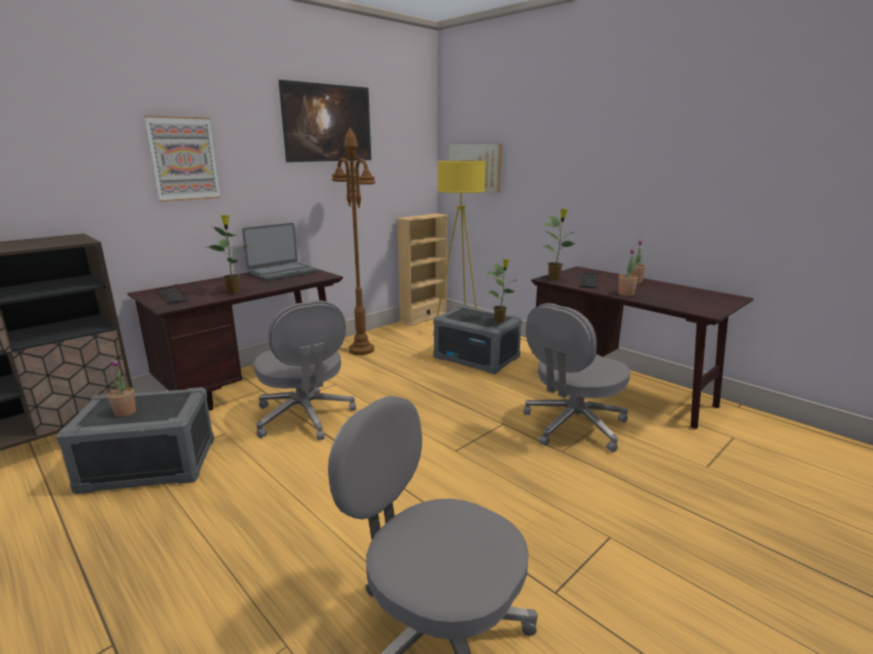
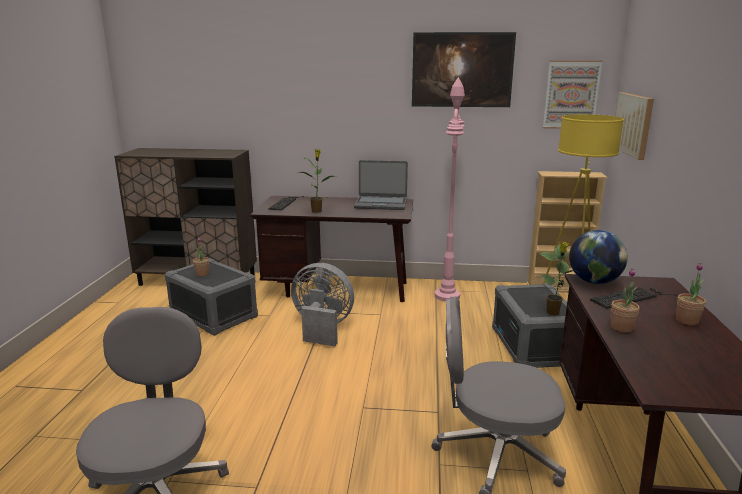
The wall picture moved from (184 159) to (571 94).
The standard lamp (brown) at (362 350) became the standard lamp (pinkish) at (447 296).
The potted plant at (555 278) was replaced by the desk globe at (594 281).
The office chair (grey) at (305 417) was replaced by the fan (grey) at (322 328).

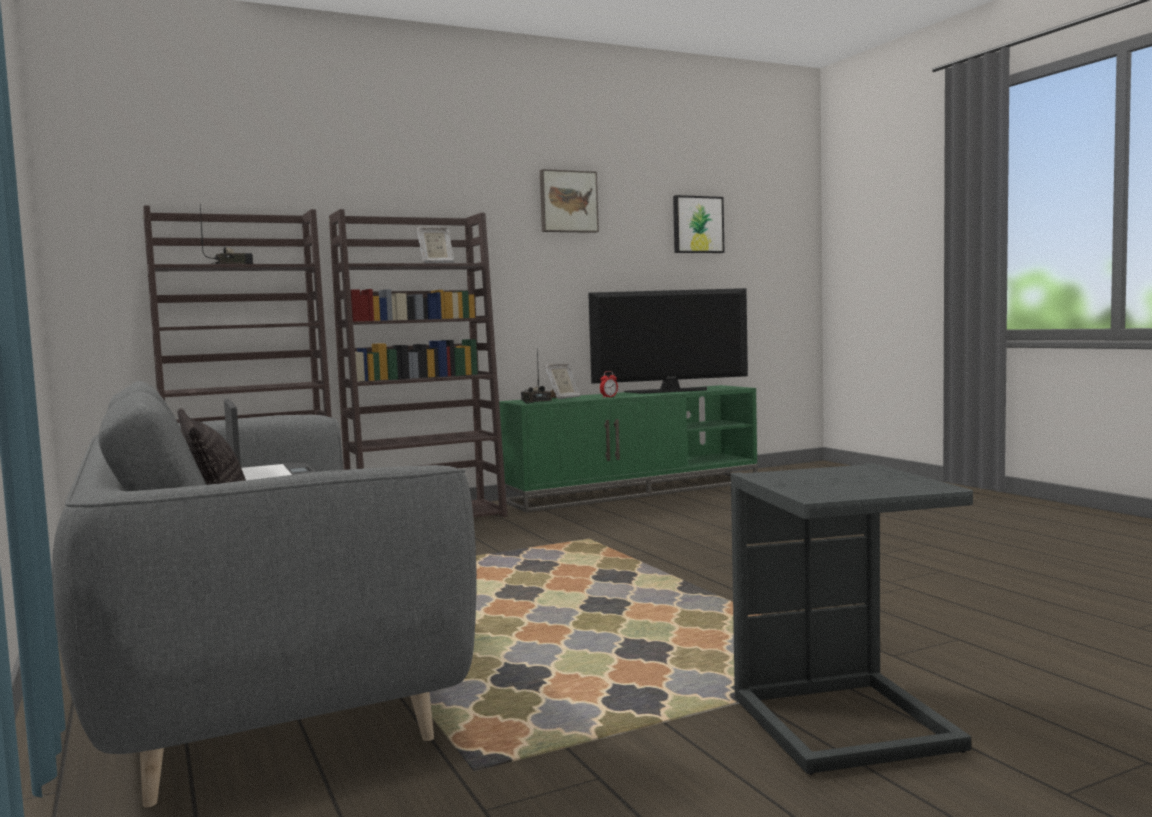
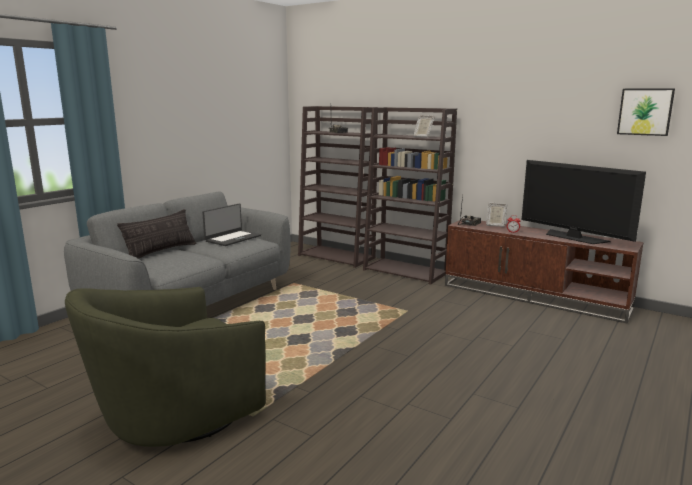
The wall picture at (567 202) disappeared.
The media console (green) at (634 491) became the media console (brown) at (535 296).
The accent table (grey) at (843 727) was replaced by the lounge chair (green) at (176 417).

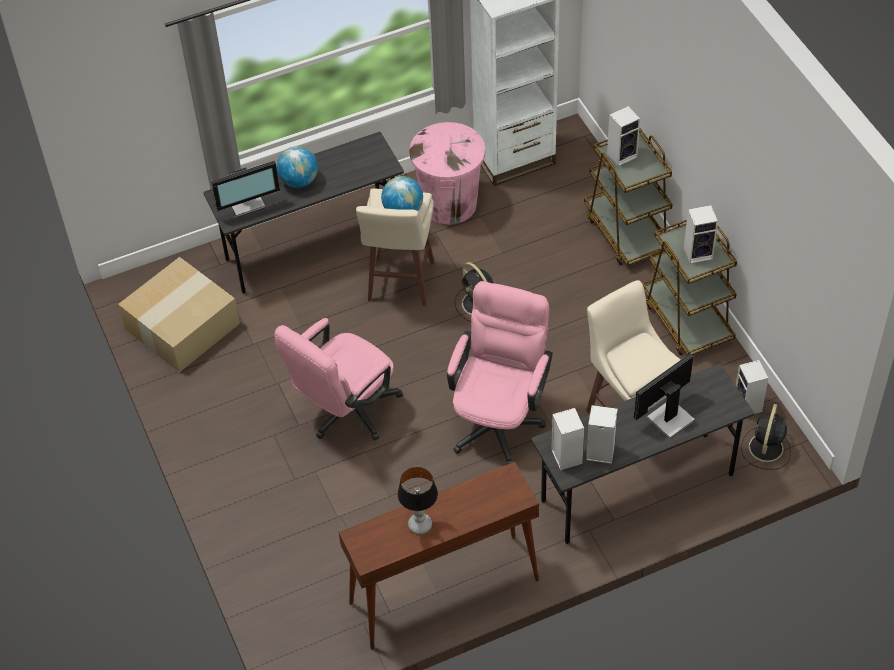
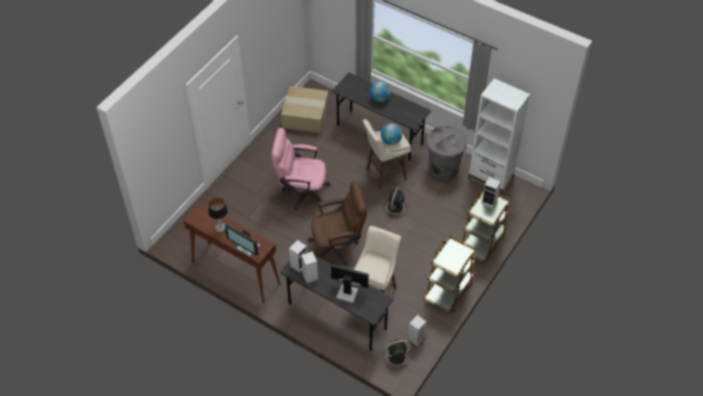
The rubbish bin (pinkish) at (449 204) became the rubbish bin (grey) at (444 168).
The monitor moved from (247 202) to (247 247).
The loudspeaker at (699 252) disappeared.
The office chair (pinkish) at (499 418) became the office chair (brown) at (338 247).

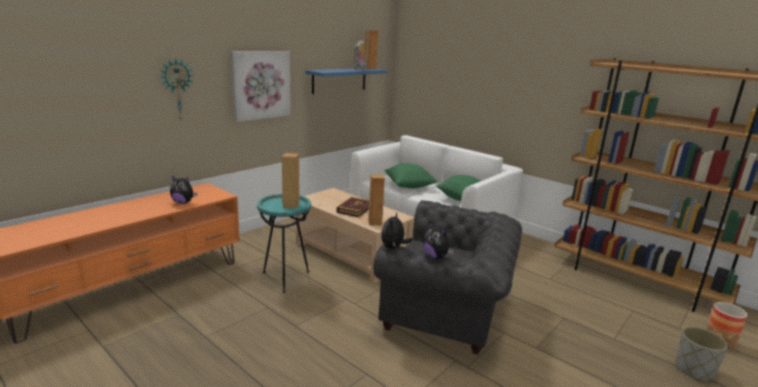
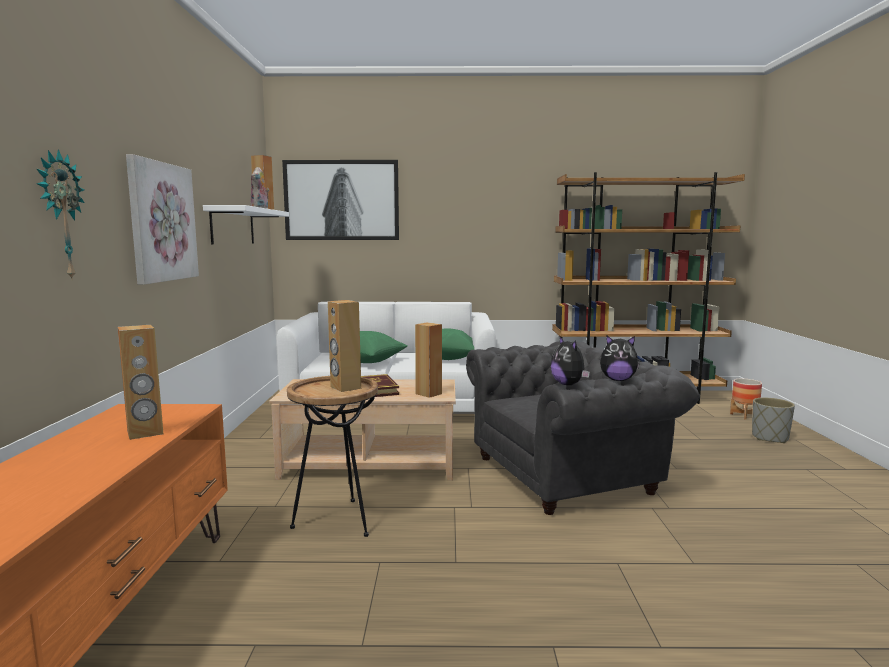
The bracket shelf (bluish) at (339 80) became the bracket shelf (whitish) at (233 226).
The cuddly toy at (183 202) was replaced by the loudspeaker (brown) at (145 433).
The accent table (blue-green) at (285 278) became the accent table (brown) at (337 520).
The wall picture at (341 200) appeared.

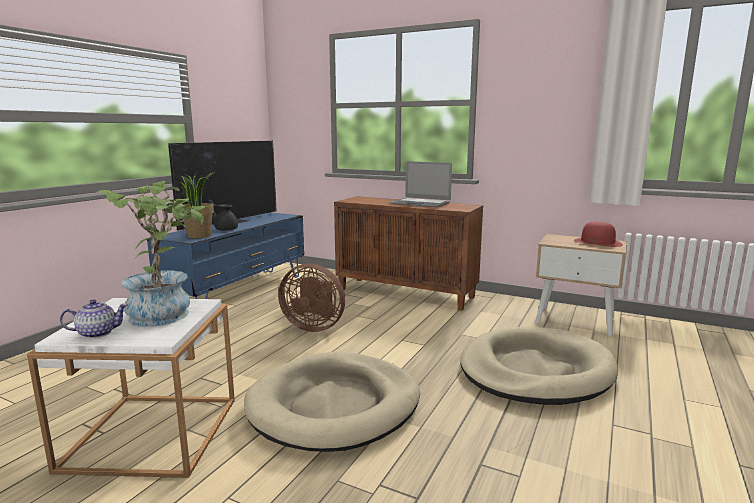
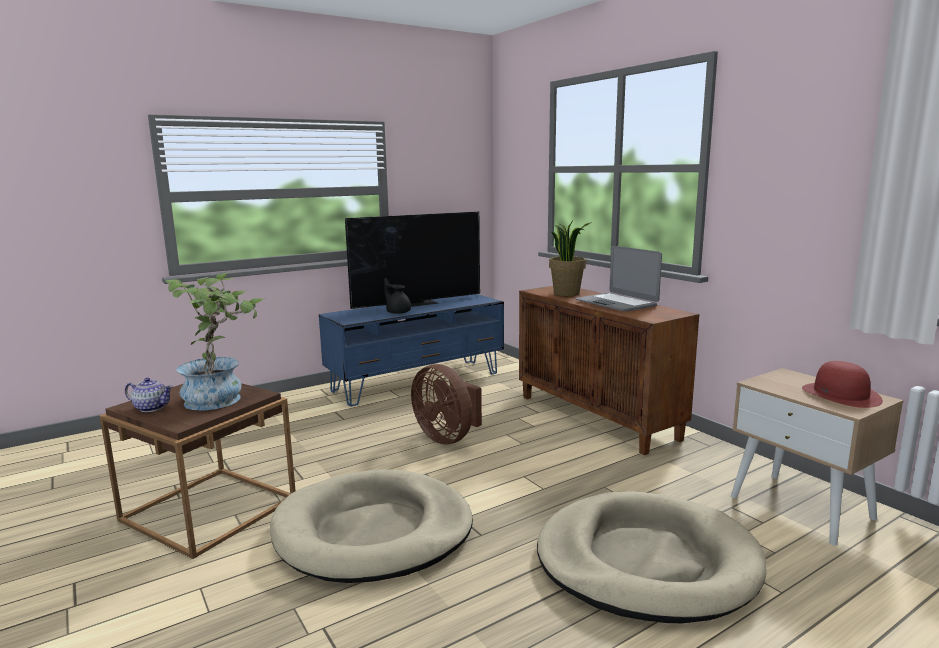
The potted plant moved from (199 236) to (567 293).
The accent table (whitish) at (153 433) became the accent table (brown) at (209 509).

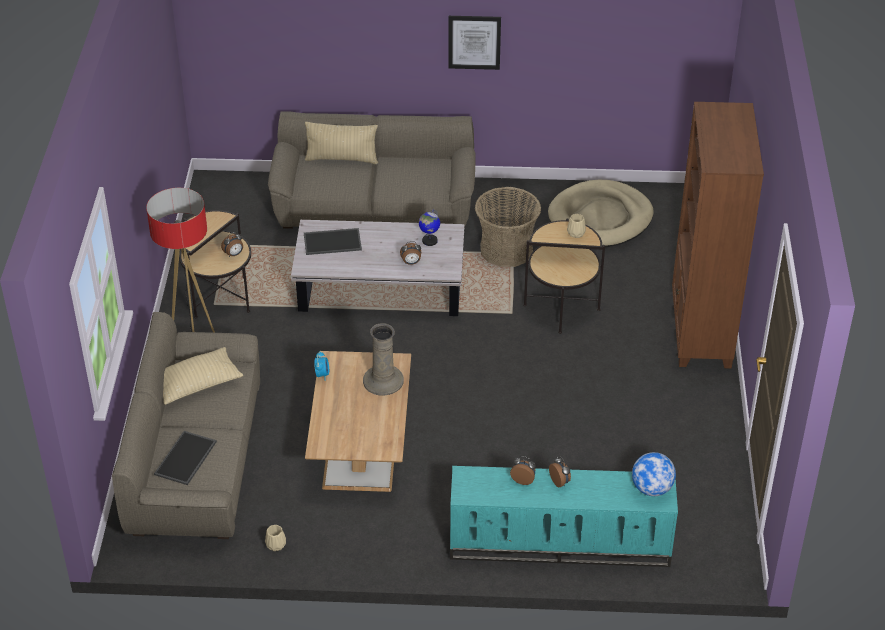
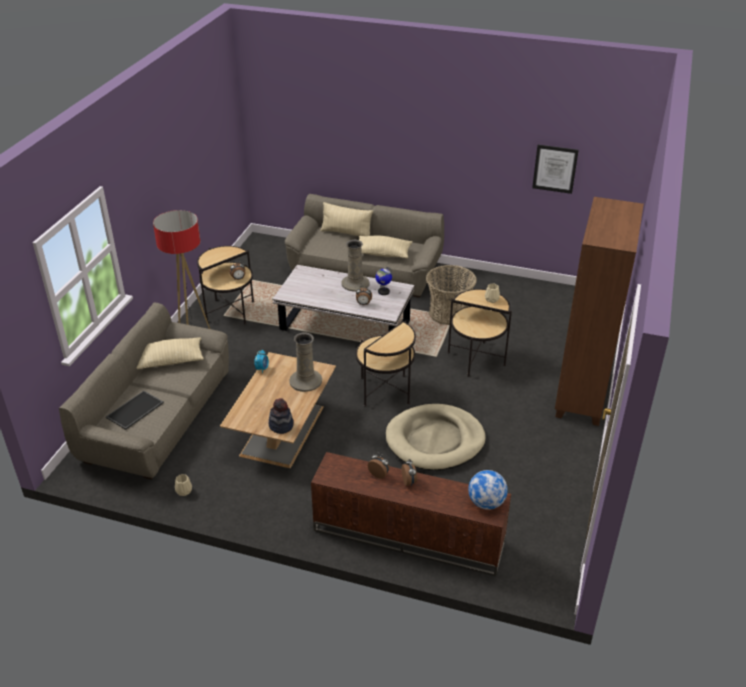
The wall picture moved from (474 42) to (555 168).
The pet bed (sand-coloured) moved from (600 218) to (435 440).
The carrying tray at (333 241) disappeared.
The media console (blue-green) at (558 544) became the media console (brown) at (407 537).
The cushion (sand-coloured) at (383 254) appeared.
The decorative vase (sand-coloured) at (355 284) appeared.
The accent table at (384 390) appeared.
The wearable hat at (281 425) appeared.

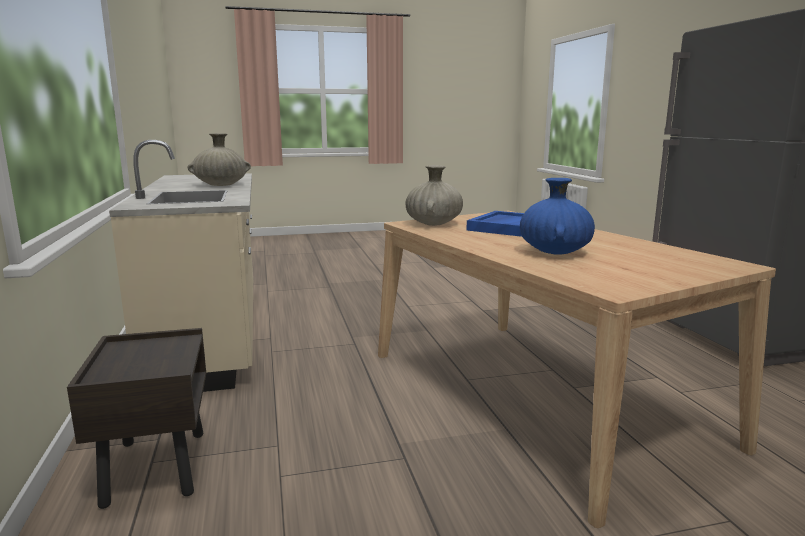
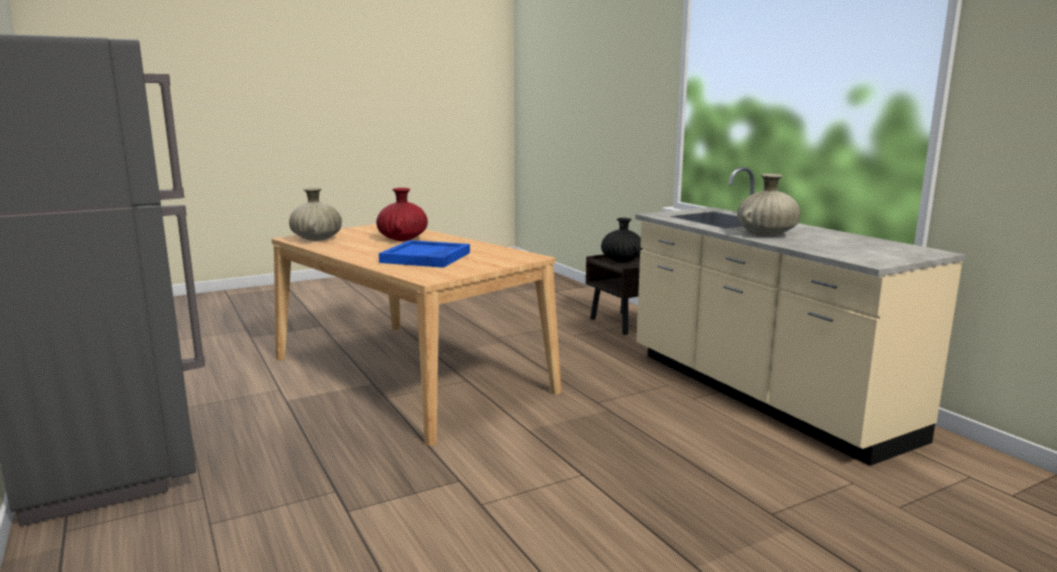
The decorative vase (sand-coloured) moved from (434 224) to (316 239).
The decorative vase (bluish) at (554 252) became the decorative vase (reddish) at (403 239).
The decorative vase (black-coloured) at (621 260) appeared.

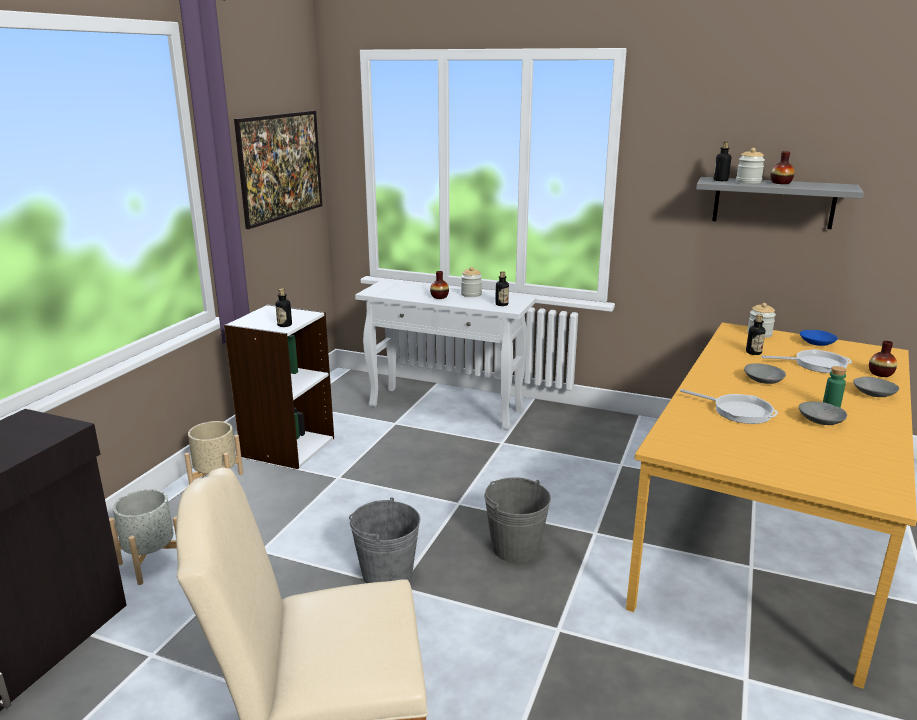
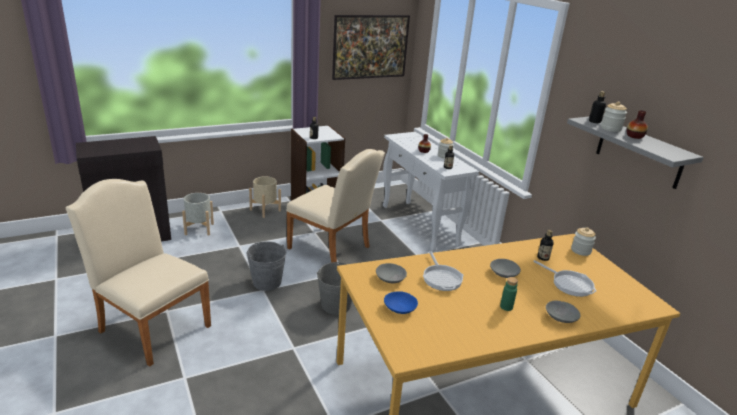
The serving bowl (bluish) moved from (817 343) to (400 308).
The decorative vase at (880 373) disappeared.
The serving bowl (grey) moved from (821 421) to (391 279).
The plain chair (sand-coloured) at (333 249) appeared.

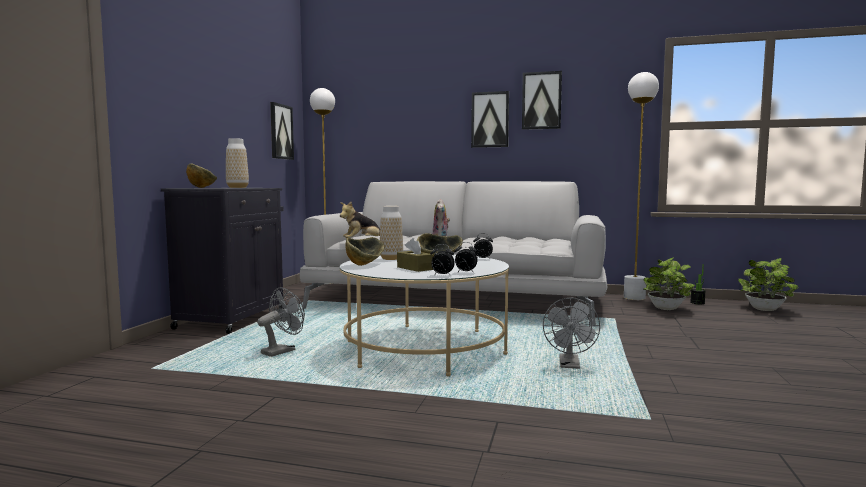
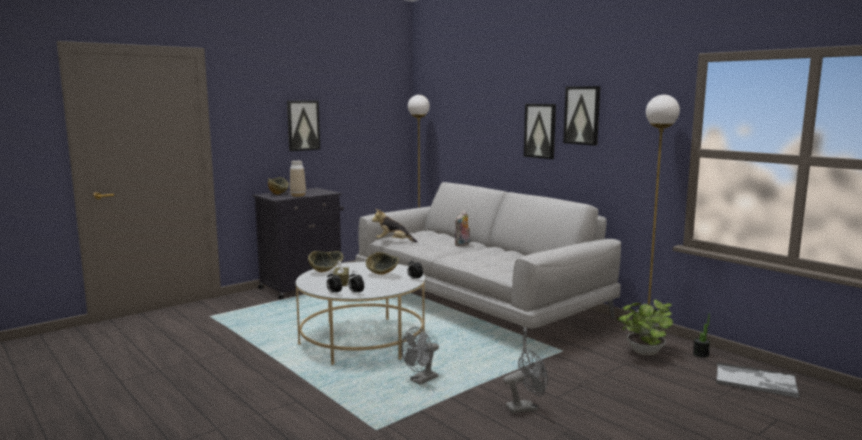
The wall picture moved from (281 132) to (303 125).
The decorative vase at (391 259) disappeared.
The potted plant at (765 310) was replaced by the carrying tray at (756 381).
The fan (grey) moved from (282 351) to (526 408).

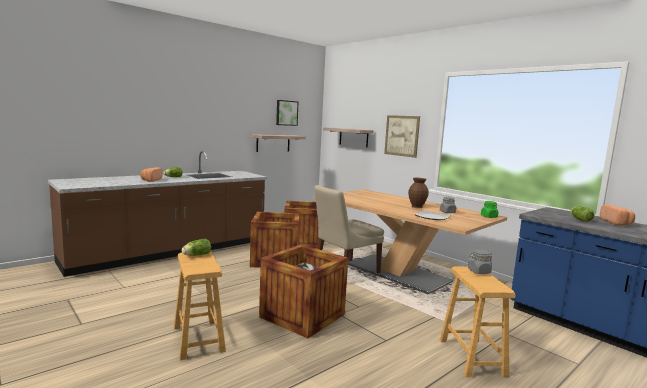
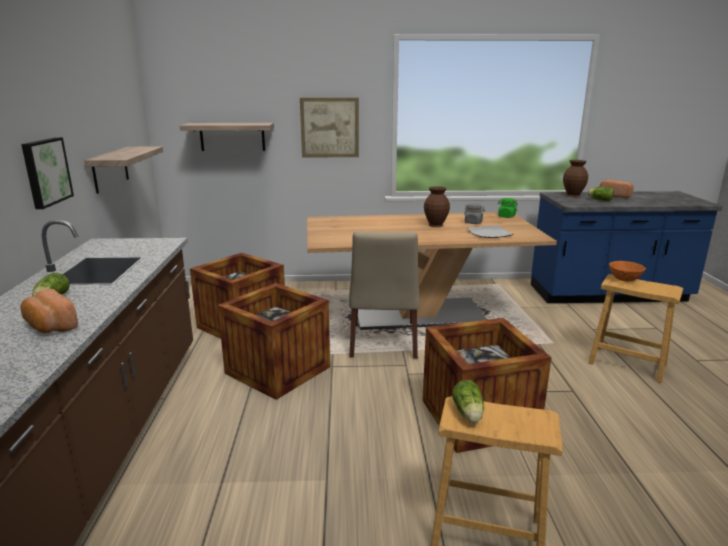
The wall picture moved from (286 113) to (45 172).
The storage jar (grey) at (479 272) was replaced by the serving bowl (orangey) at (624 279).
The decorative vase (brown) at (572 195) appeared.

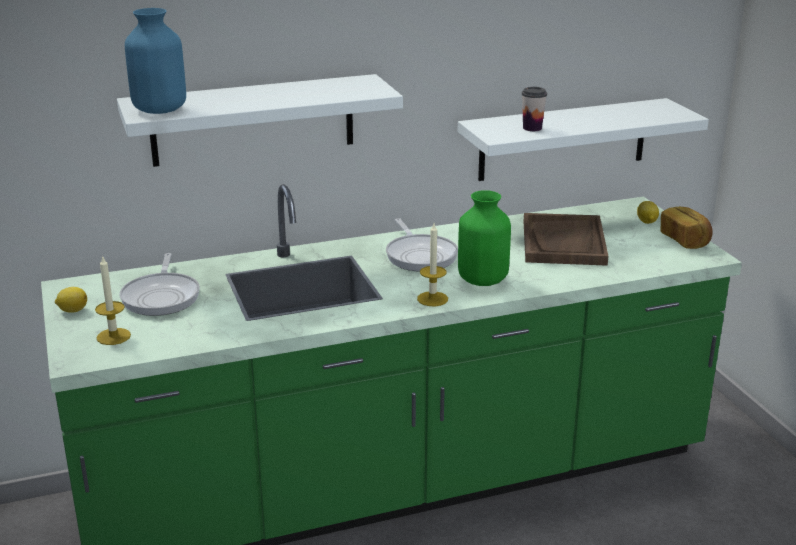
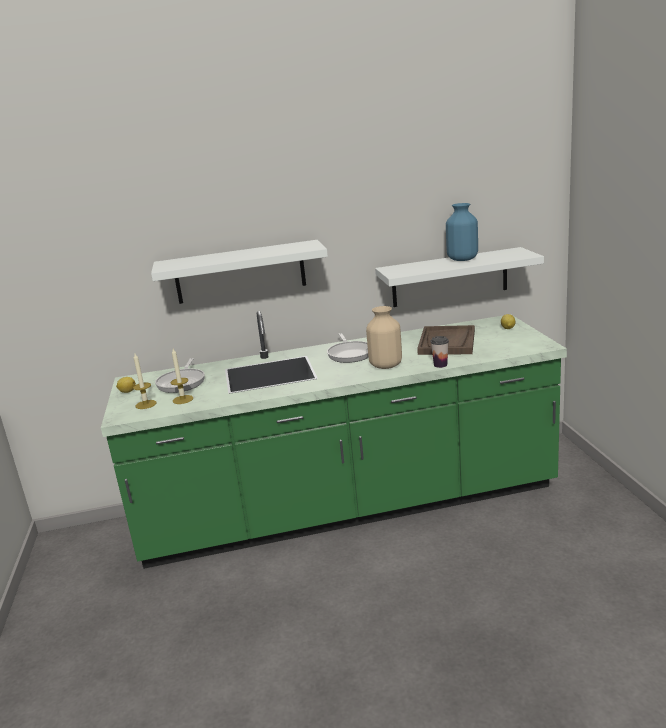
The decorative vase (bluish) moved from (160 109) to (462 259).
The cup moved from (532 128) to (440 365).
The decorative vase (green) at (483 279) became the decorative vase (sand-coloured) at (386 365).
The baked bread at (685 240) disappeared.
The wax light moved from (432 299) to (183 399).

